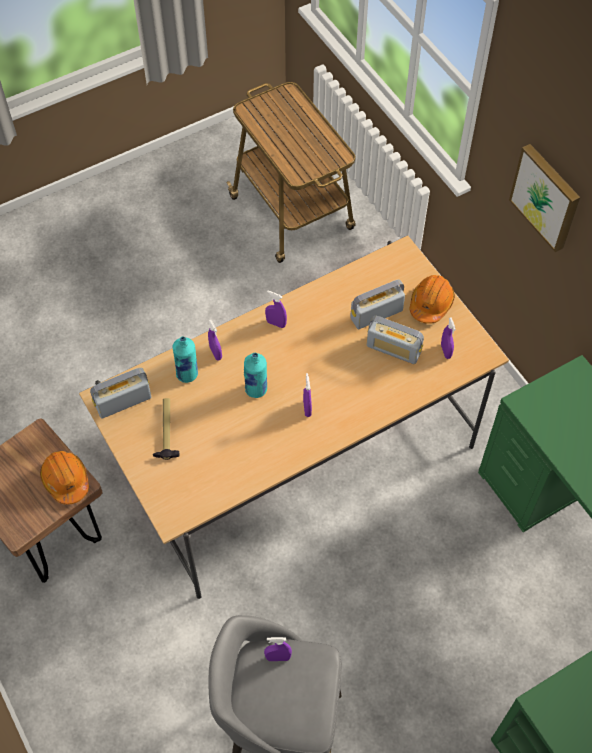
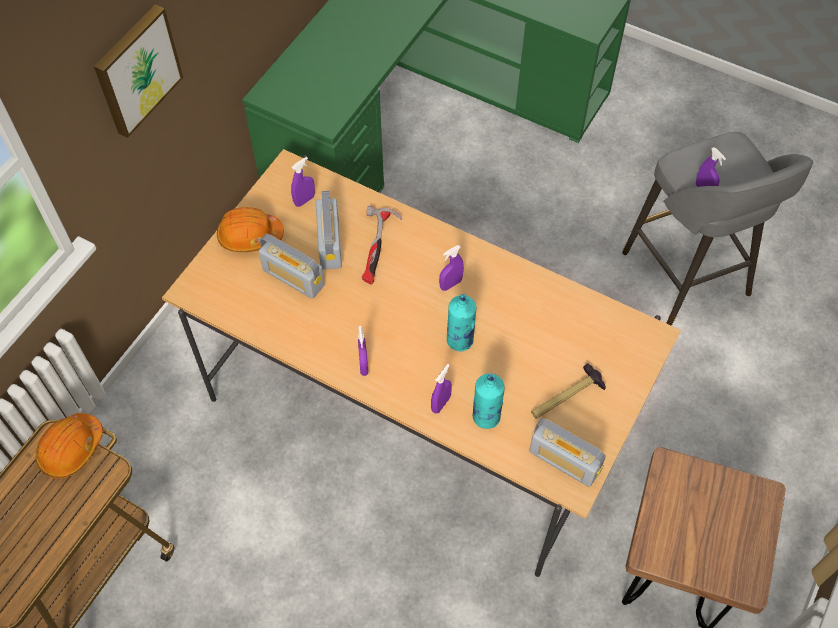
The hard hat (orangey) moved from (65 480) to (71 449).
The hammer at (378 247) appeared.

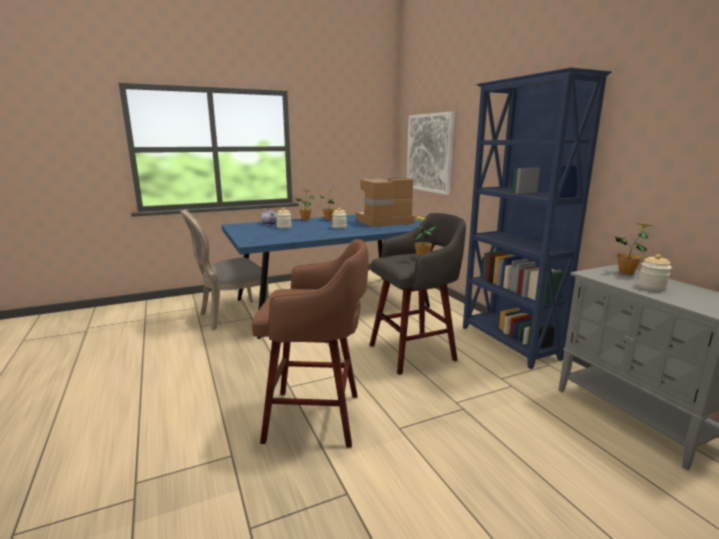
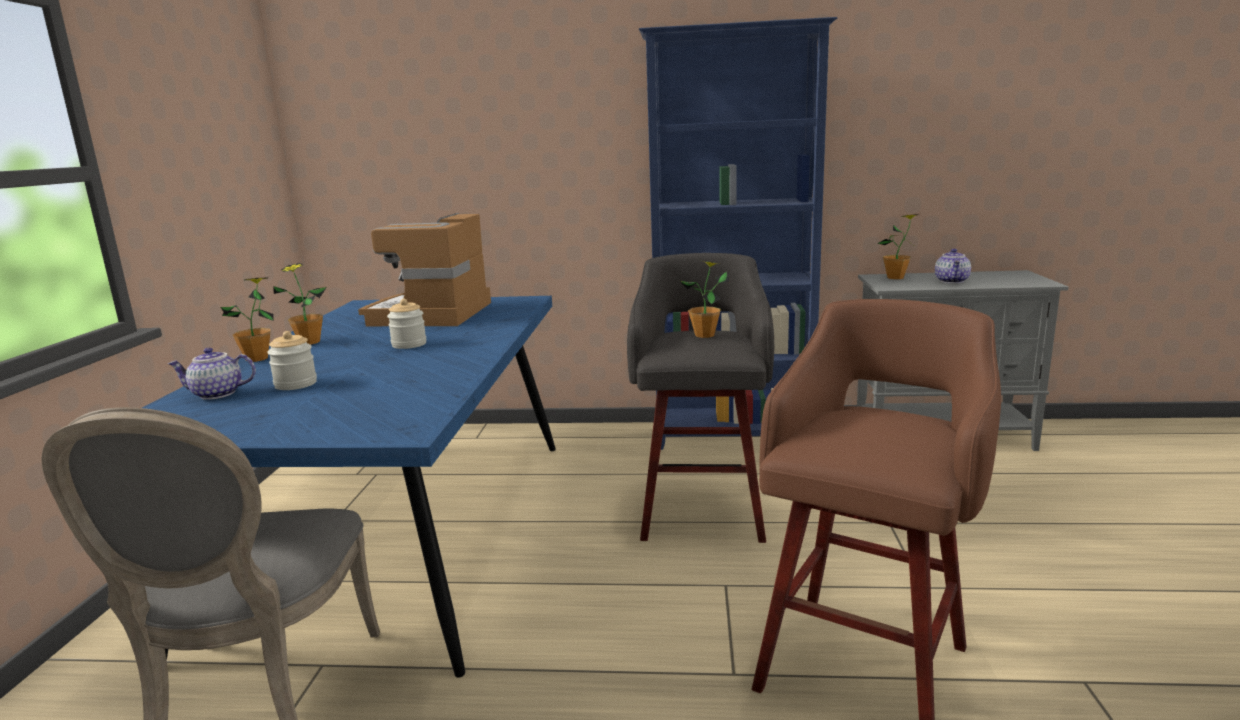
The wall picture at (429 153) disappeared.
The storage jar at (651 287) was replaced by the tea pot at (952 281).

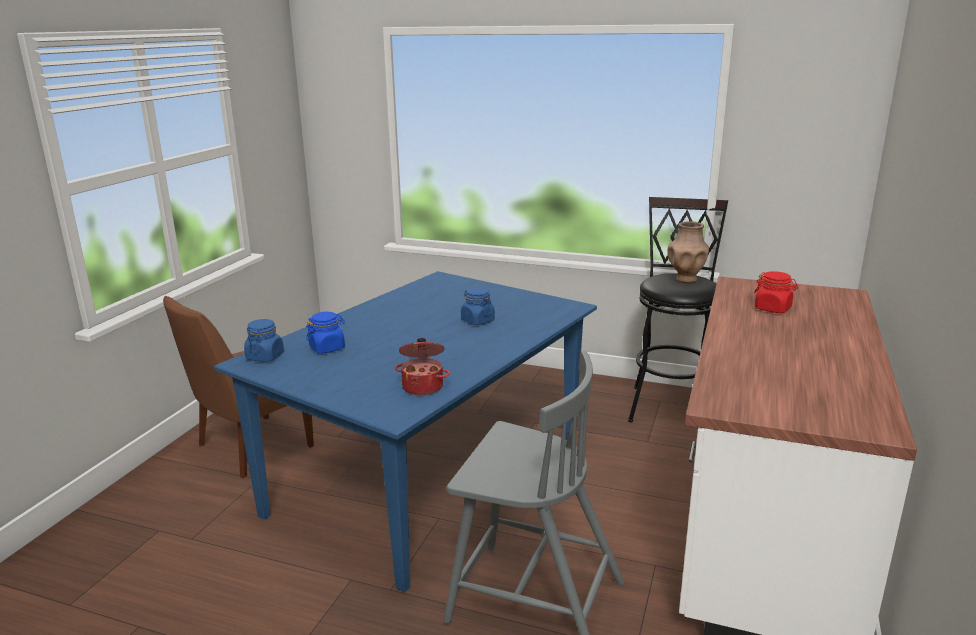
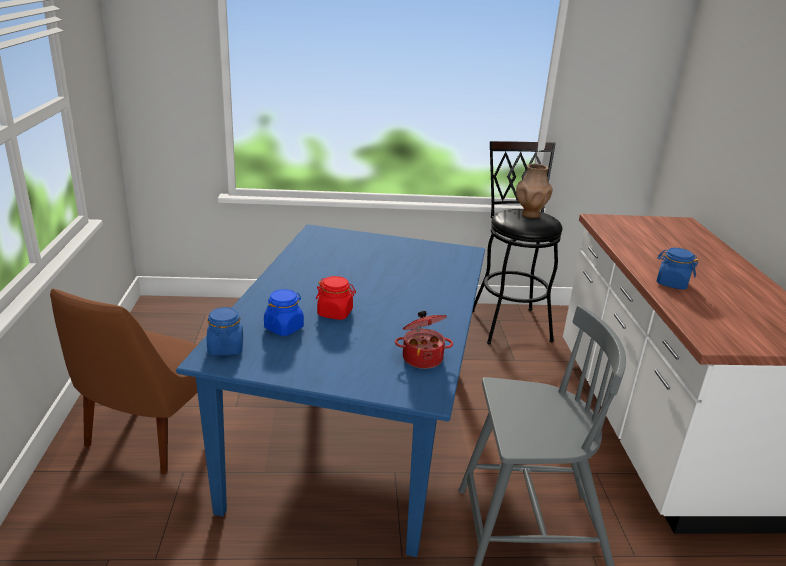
The storage jar (reddish) moved from (773 308) to (335 313).
The storage jar (bluish) moved from (477 321) to (671 283).

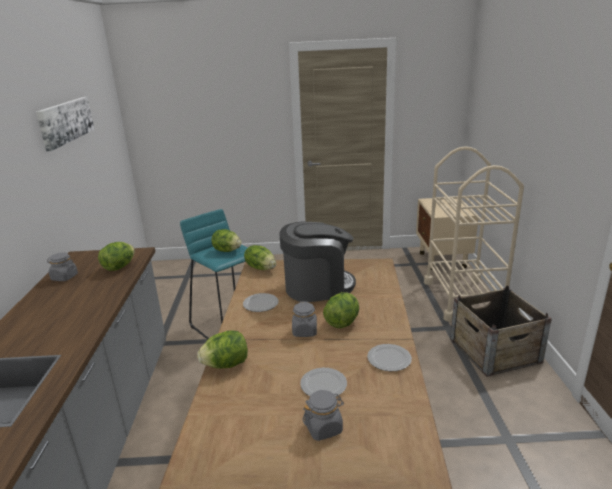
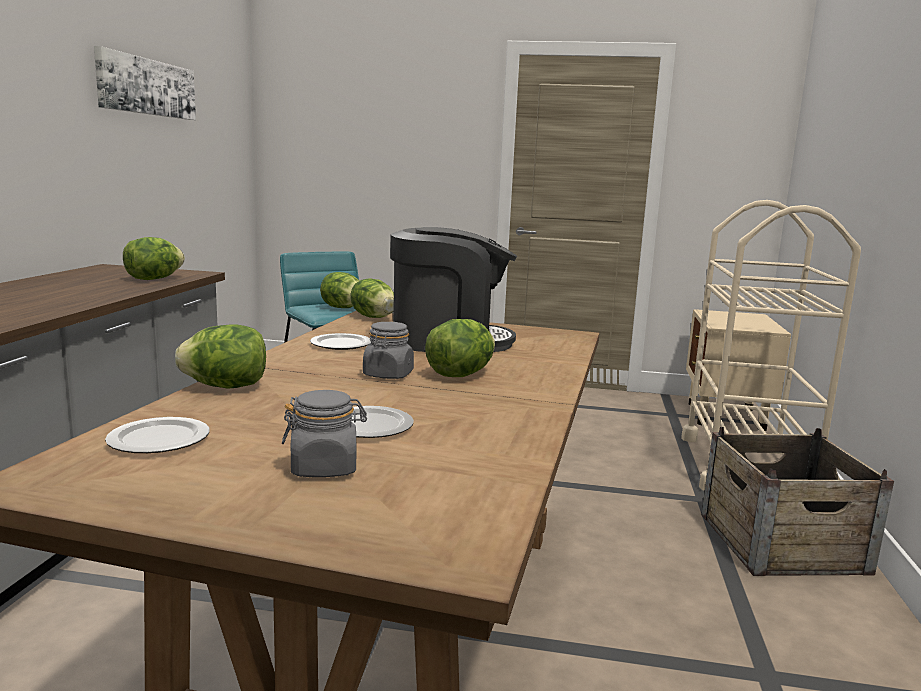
The storage jar (grey) at (64 277) disappeared.
The dinner plate moved from (390 359) to (161 439).

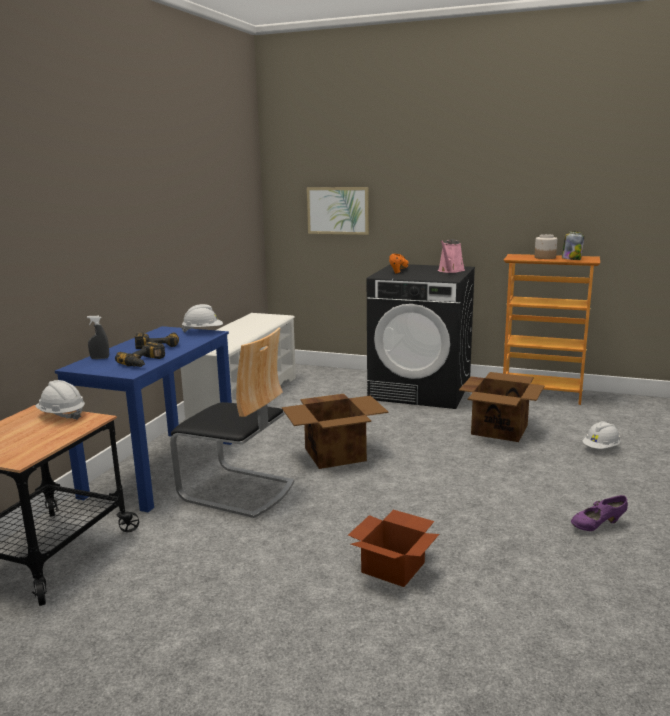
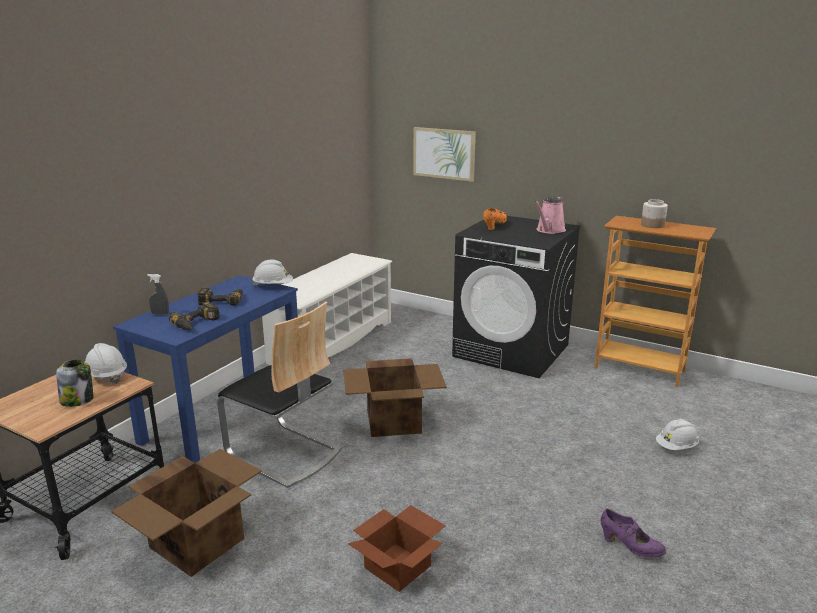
The storage jar moved from (571 259) to (78 400).
The packing box moved from (500 429) to (198 542).
The low shoe (purple) at (597 526) turned 135 degrees counterclockwise.

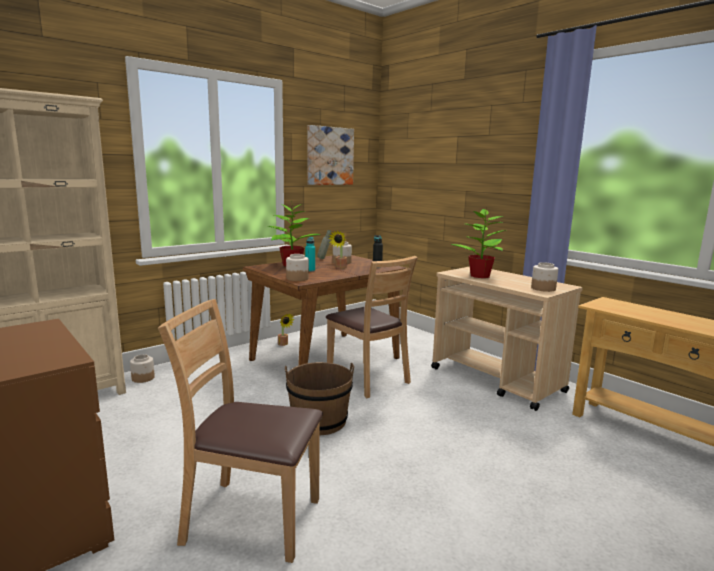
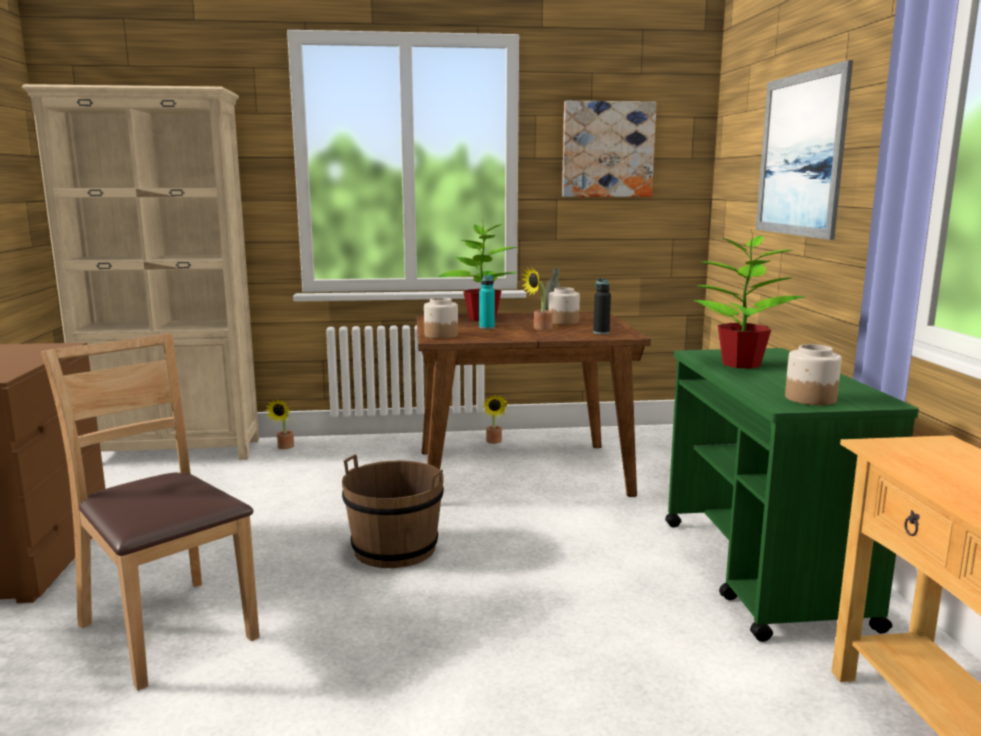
The plain chair (brown) at (368 379) disappeared.
The wheeled cart (sand-coloured) at (497 380) became the wheeled cart (green) at (762 572).
The storage jar at (143 378) was replaced by the potted plant at (284 447).
The wall picture at (800 155) appeared.

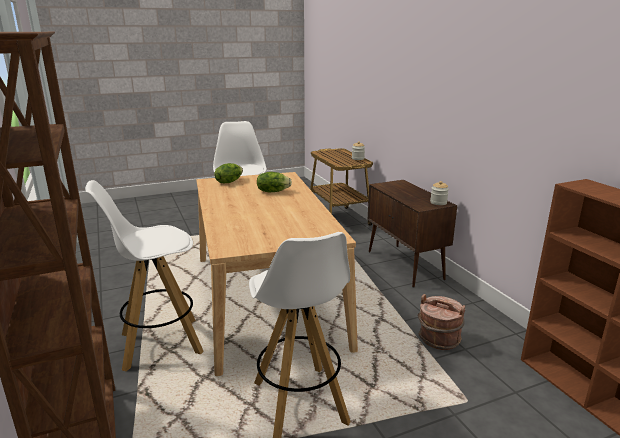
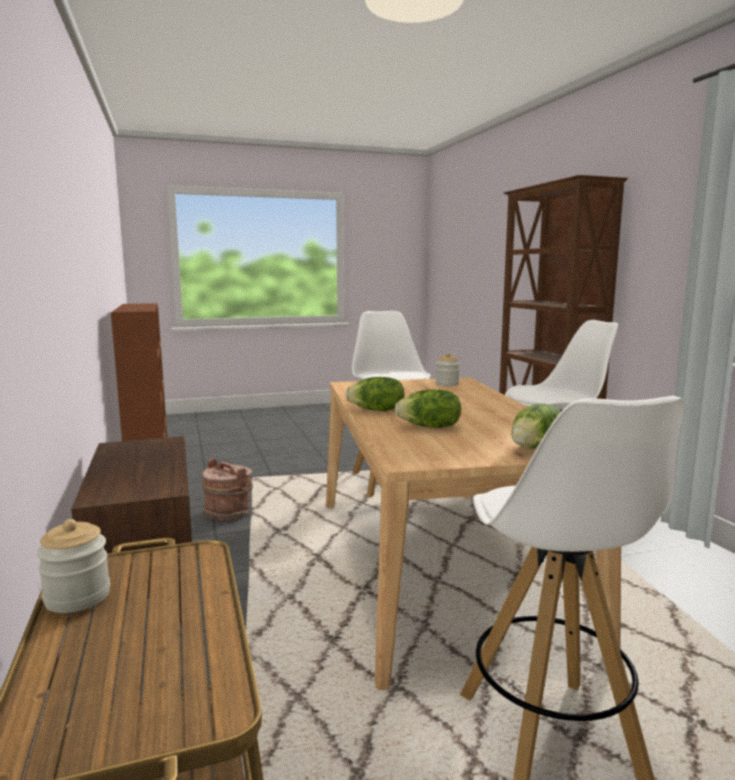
The storage jar moved from (438 202) to (447 384).
The lettuce head at (377 410) appeared.

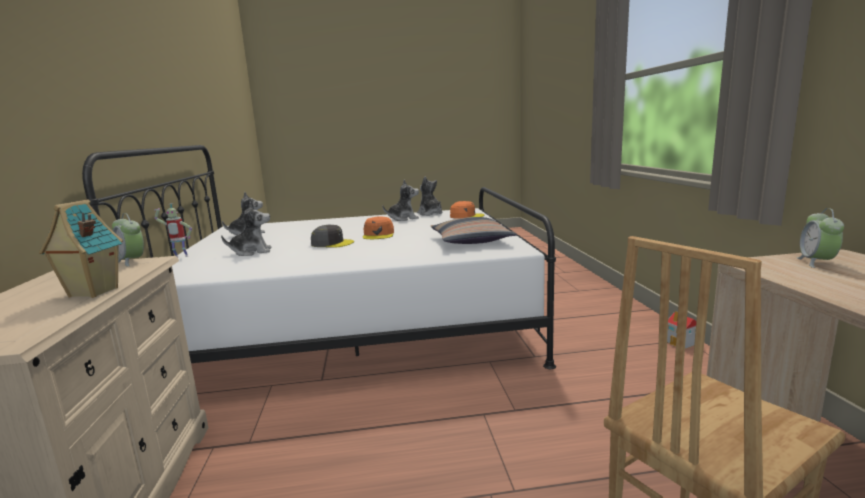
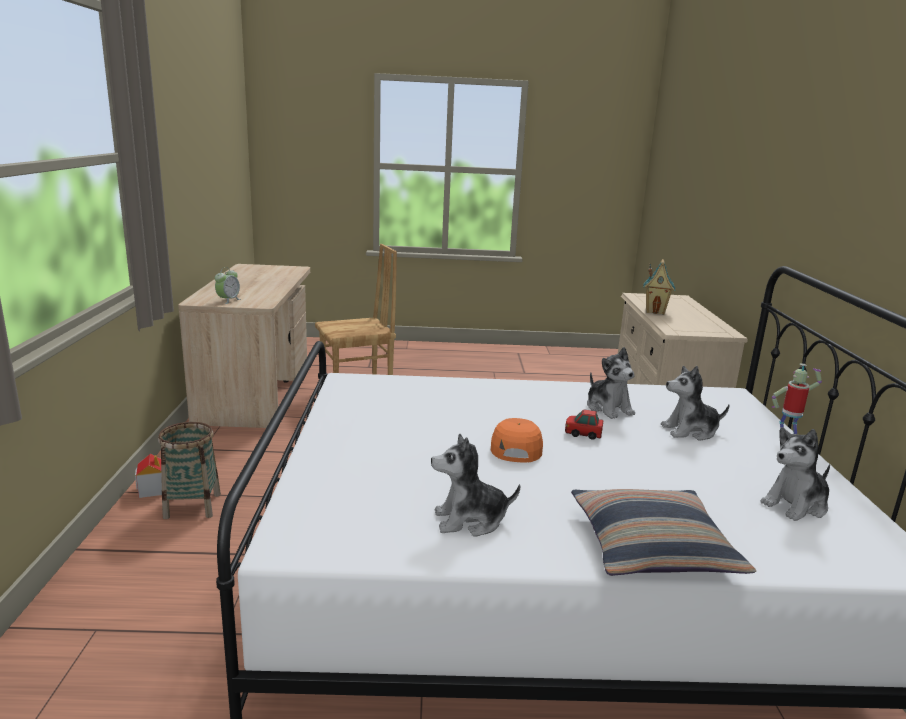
The cuddly toy moved from (430 213) to (608 408).
The peaked cap (orangey) at (466 216) disappeared.
The alarm clock at (132 261) disappeared.
The cushion moved from (471 241) to (652 547).
The peaked cap (grey) at (332 243) was replaced by the toy car at (583 434).
The household basket at (192 506) appeared.

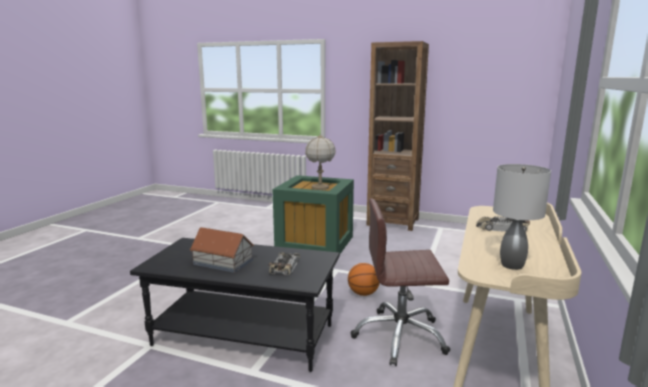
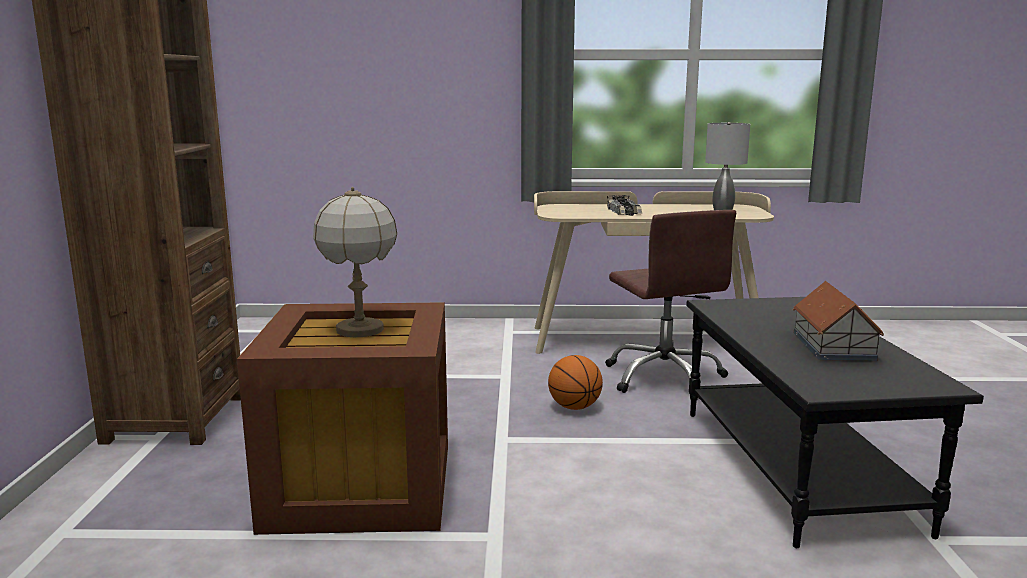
The storage bin (green) at (316 243) became the storage bin (brown) at (358 485).
The toy car at (285 266) disappeared.

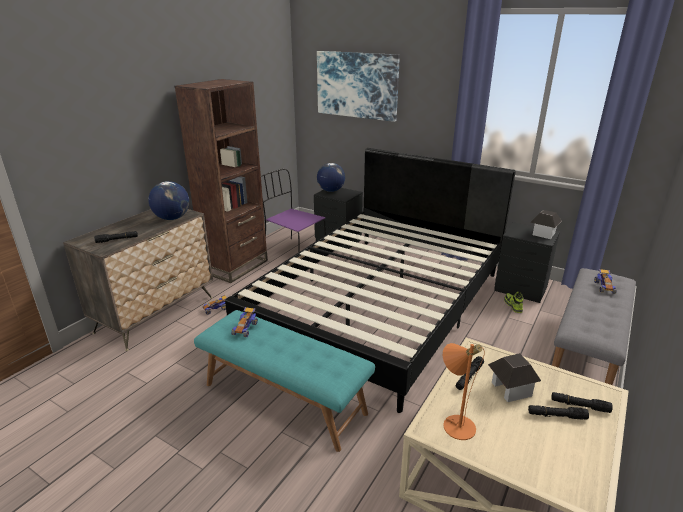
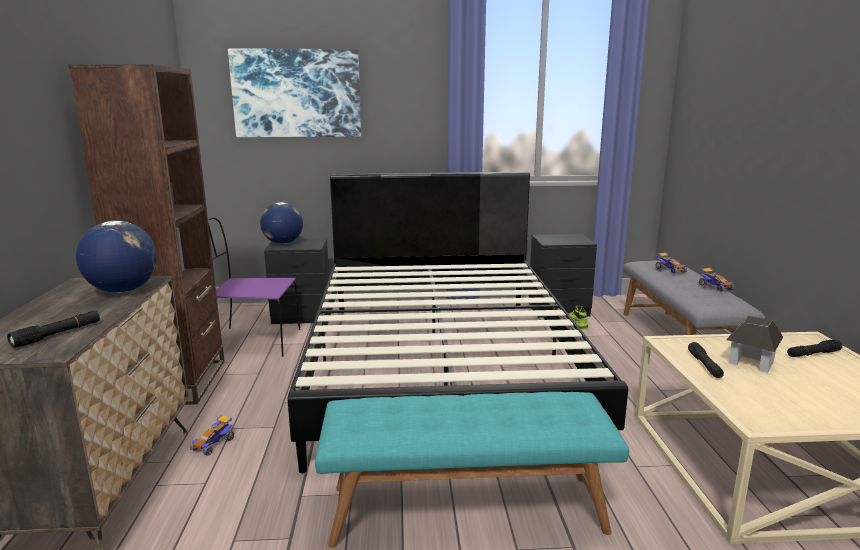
The model house at (543 234) disappeared.
The toy car moved from (245 328) to (715 287).
The lamp for a table (orangey) at (455 422) disappeared.
The torch (black-coloured) at (556 416) disappeared.

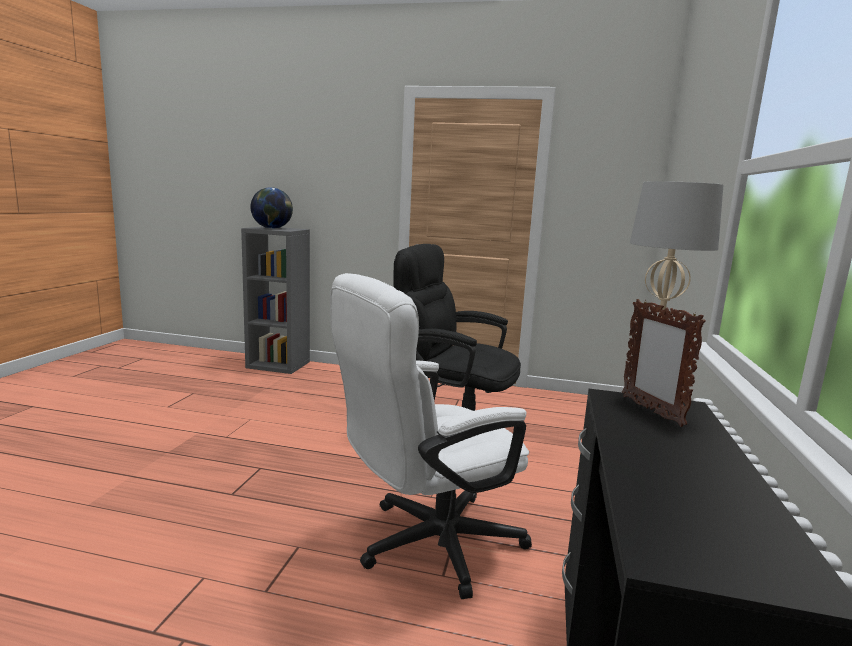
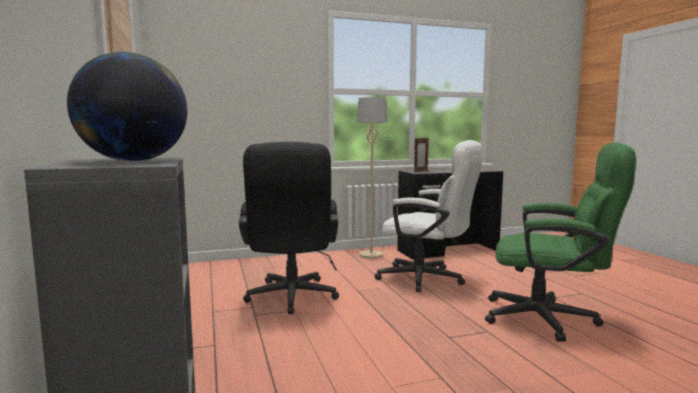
The office chair (green) at (550 319) appeared.

